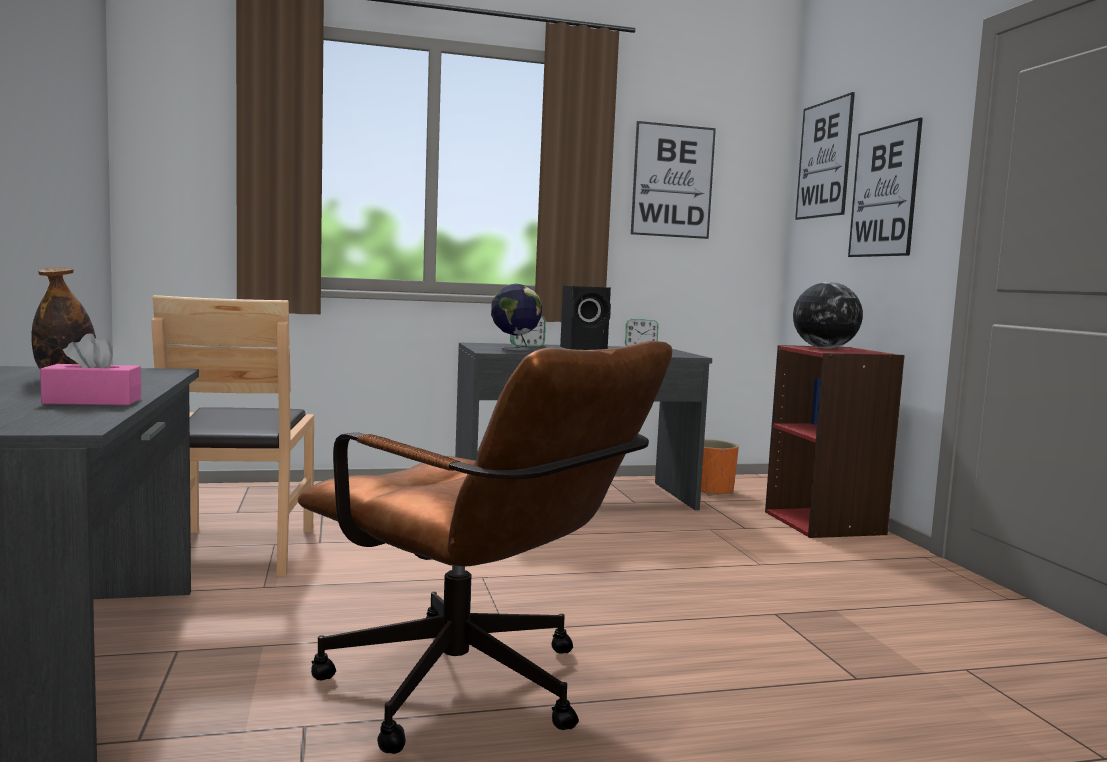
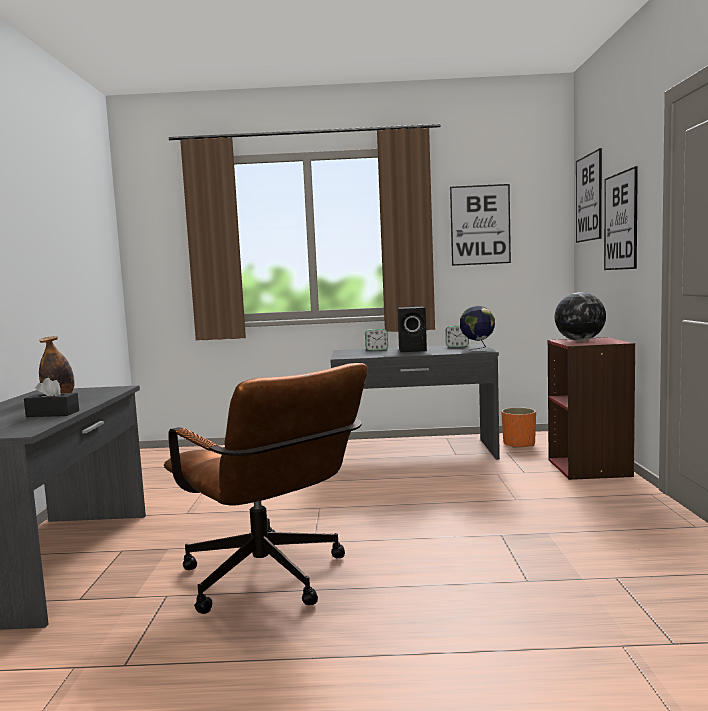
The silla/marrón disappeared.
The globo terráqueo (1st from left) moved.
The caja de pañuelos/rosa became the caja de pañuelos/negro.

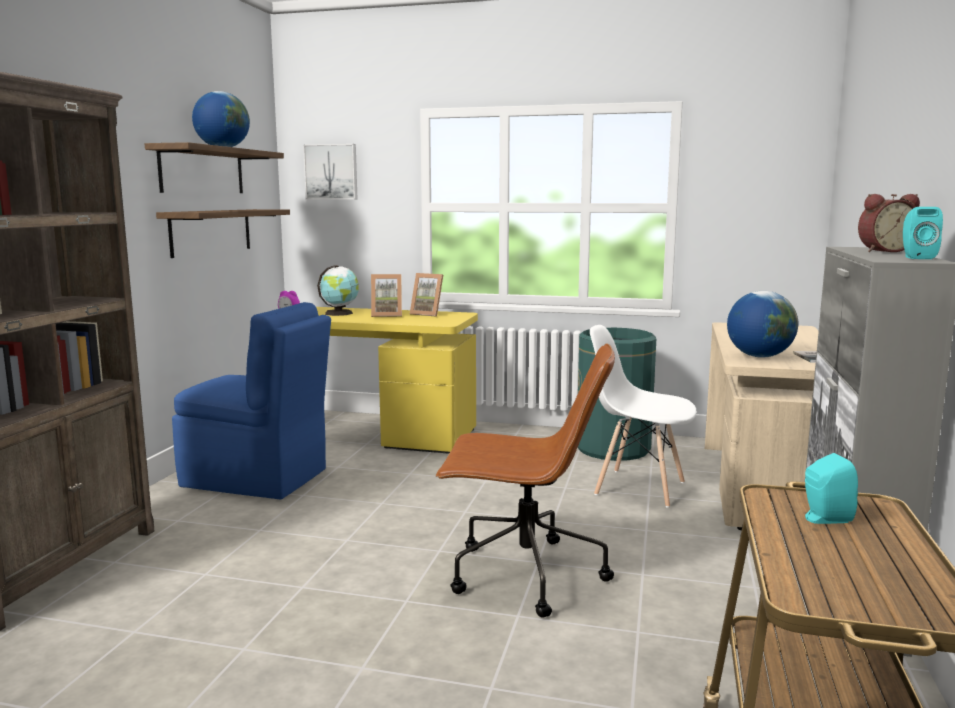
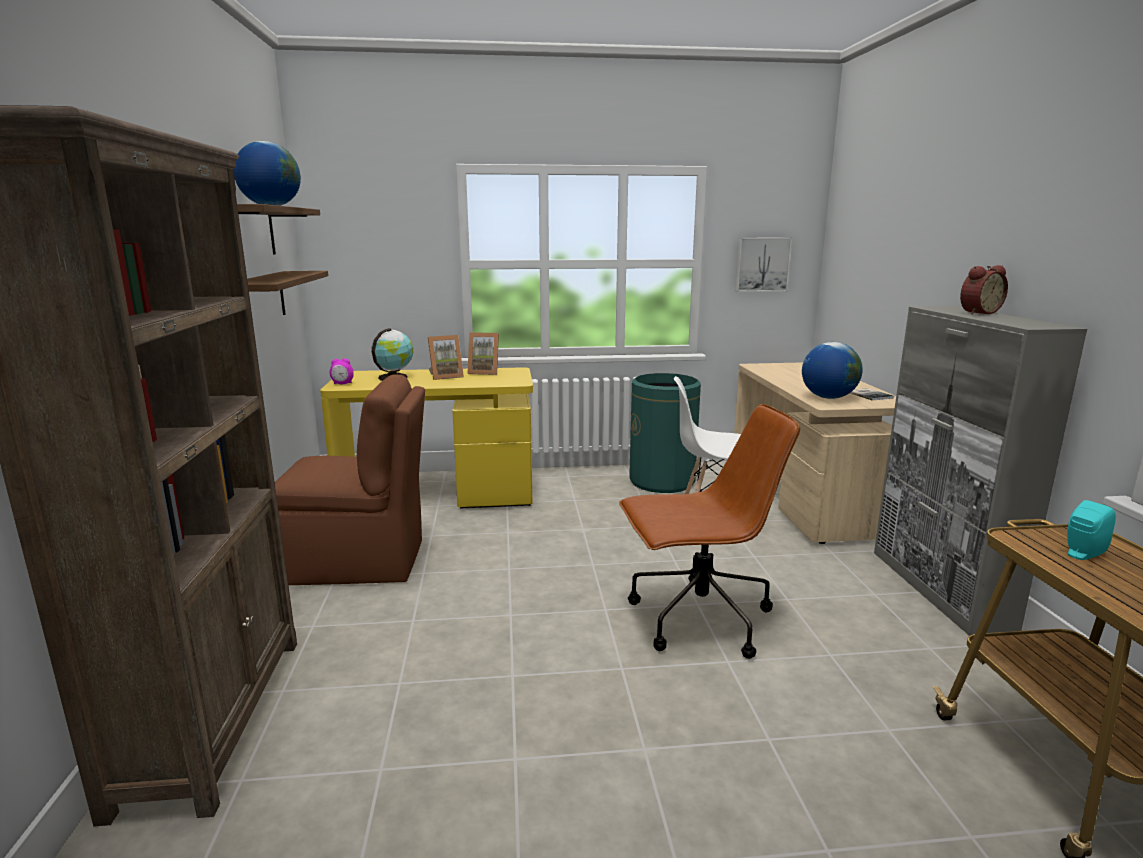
The altavoz/turquesa (2nd from left) disappeared.
The cuadro moved.
The silla/azul became the silla/marrón.

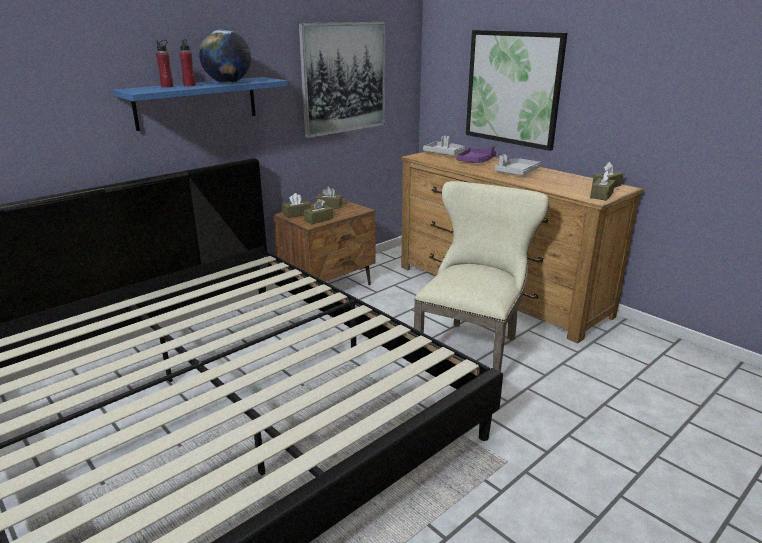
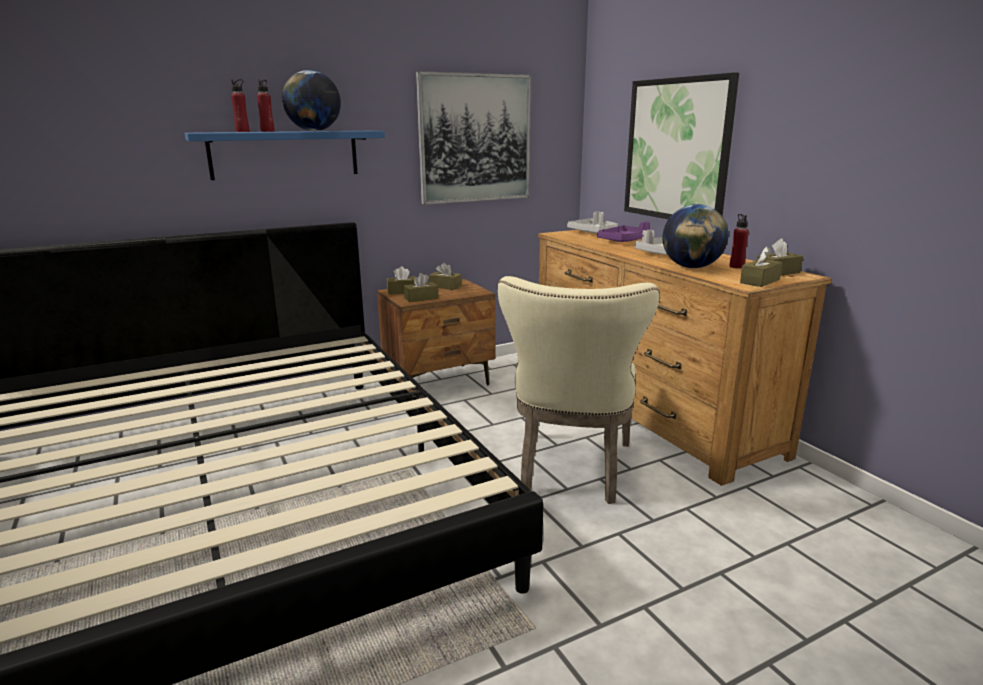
The globo terráqueo (2nd from left) appeared.
The botella/rojo (3rd from left) appeared.
The silla/beis turned 150 degrees clockwise.

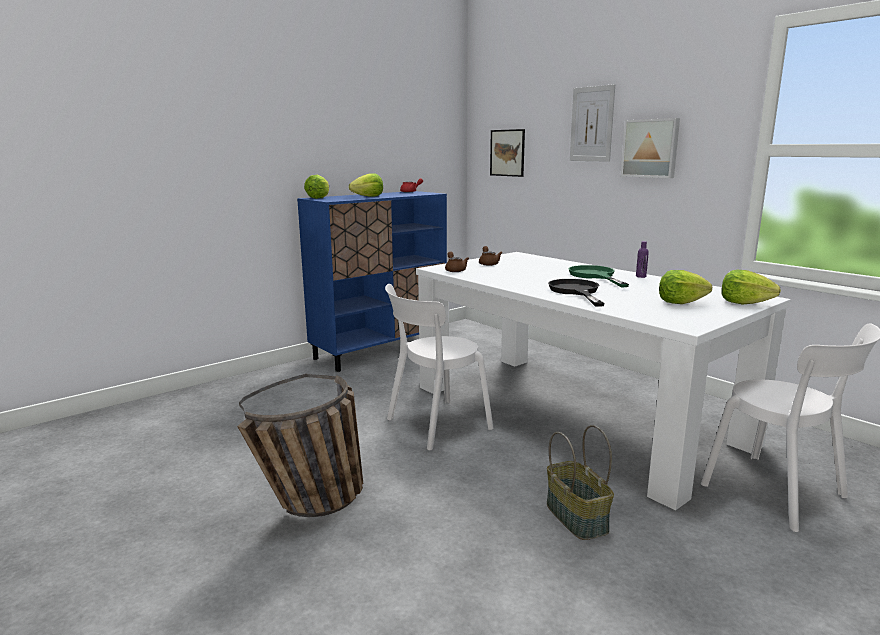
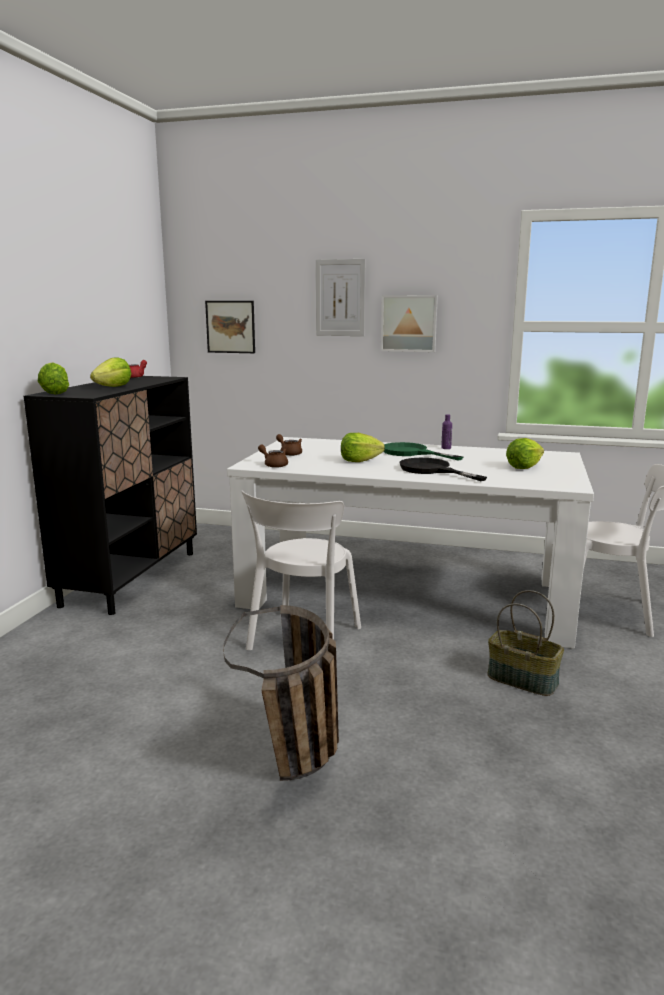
The lechuga (4th from left in the first image) moved.
The armario/azul became the armario/negro.

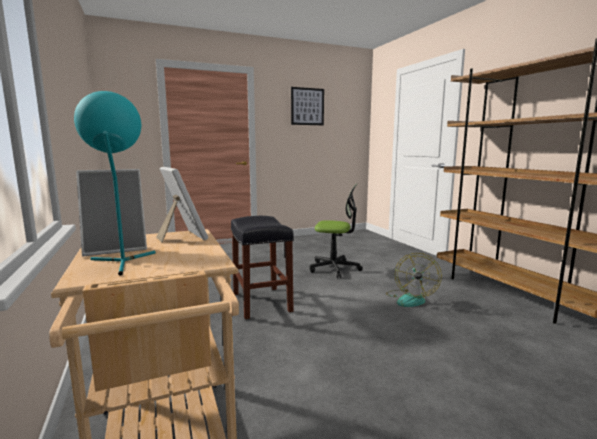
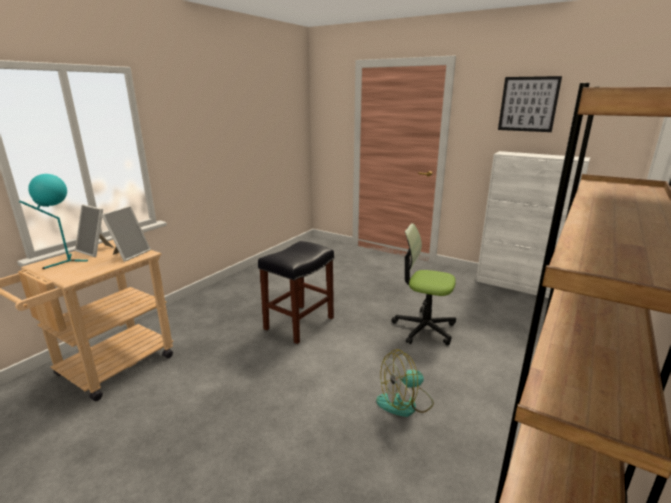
The armario/blanco appeared.
The silla de oficina turned 135 degrees clockwise.

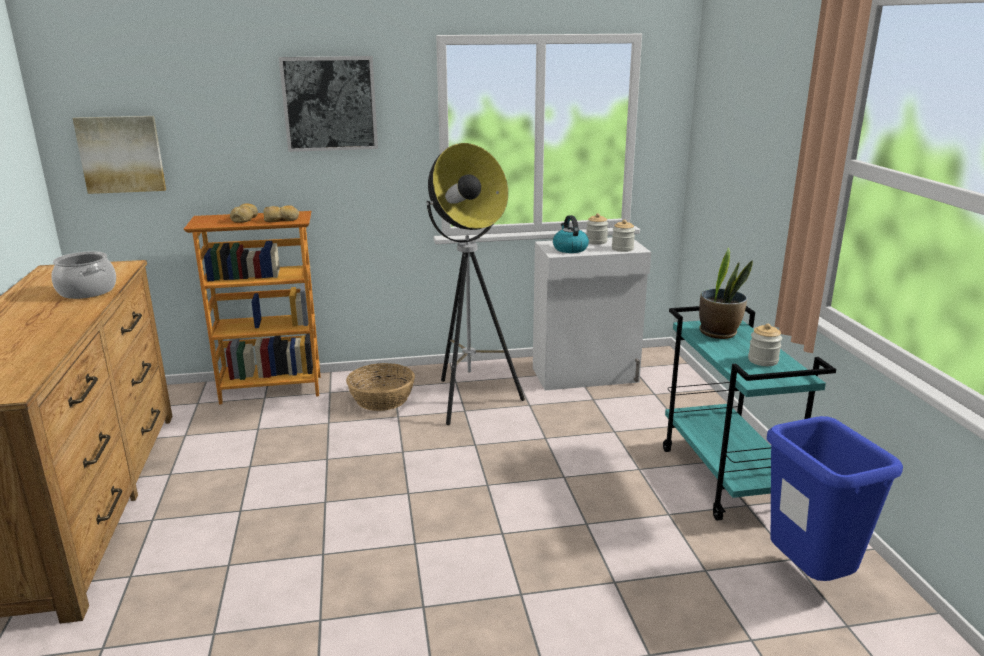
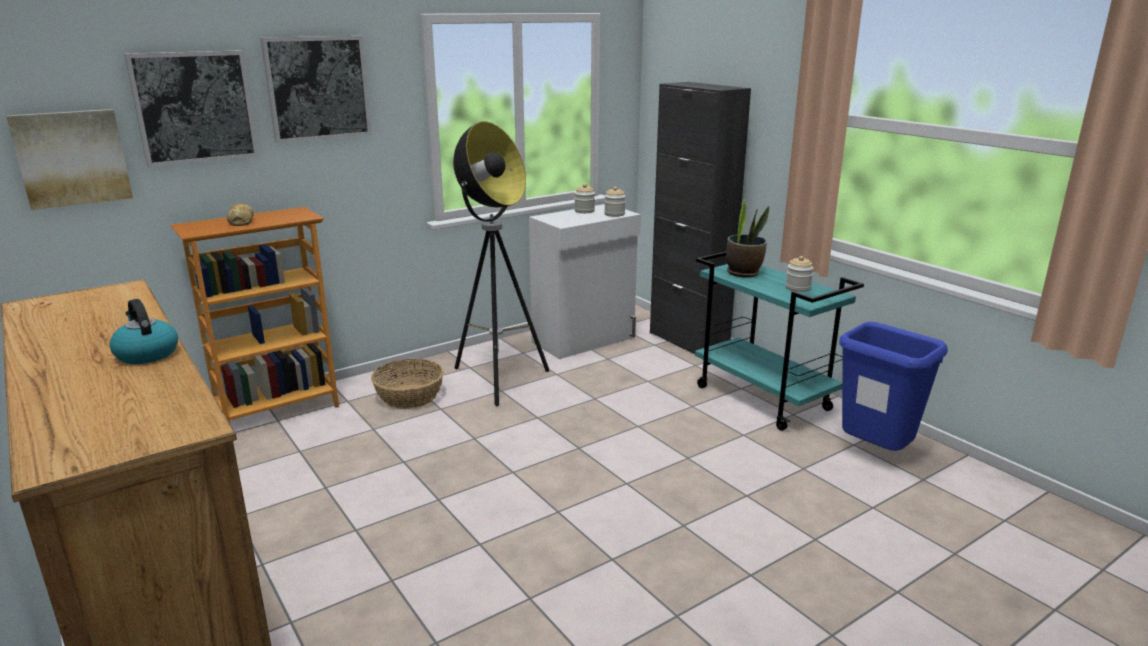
The olla disappeared.
The pan (2nd from left) disappeared.
The cuadro (2nd from left) appeared.
The armario/negro appeared.
The hervidor moved.

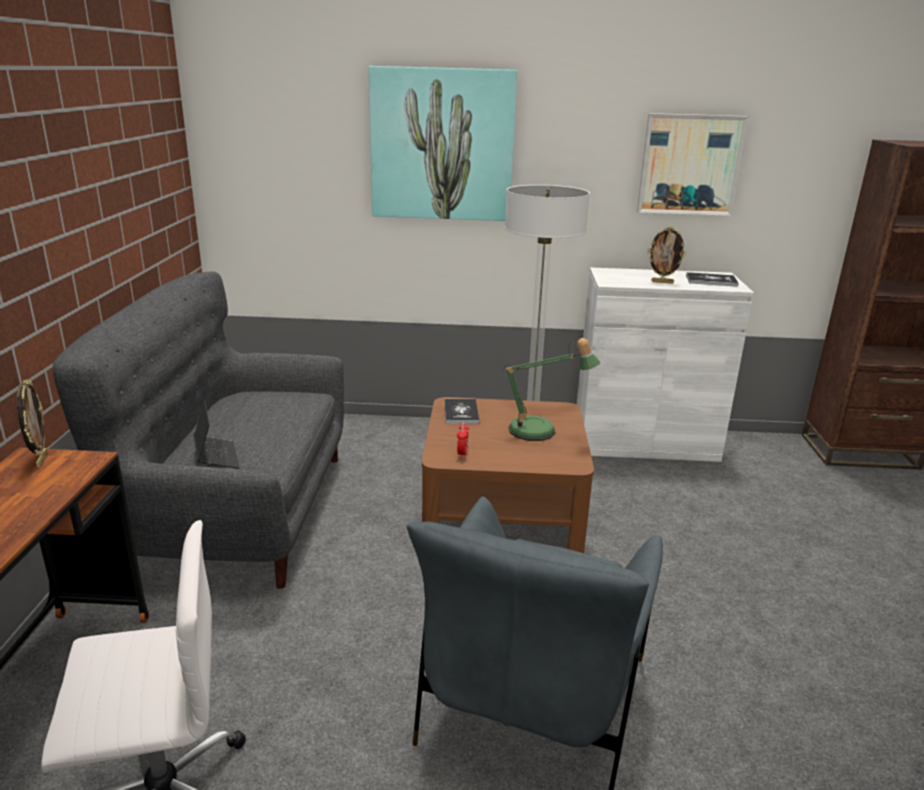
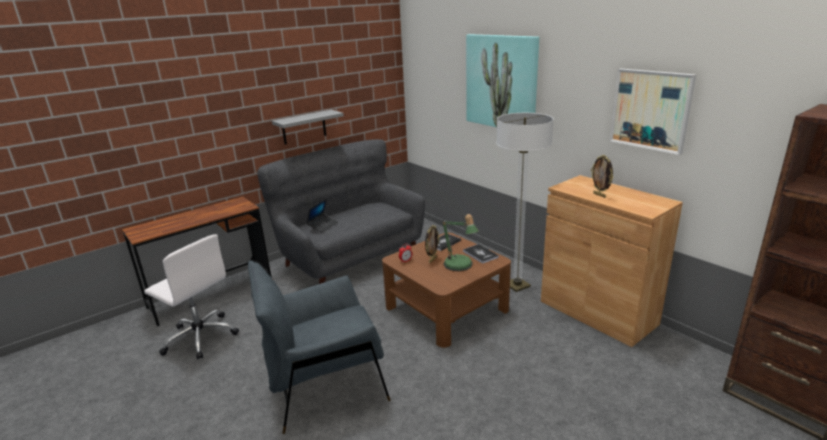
The estante/gris appeared.
The portarretratos (1st from left) moved.
The libro (2nd from left) moved.
The armario/blanco became the armario/marrón.

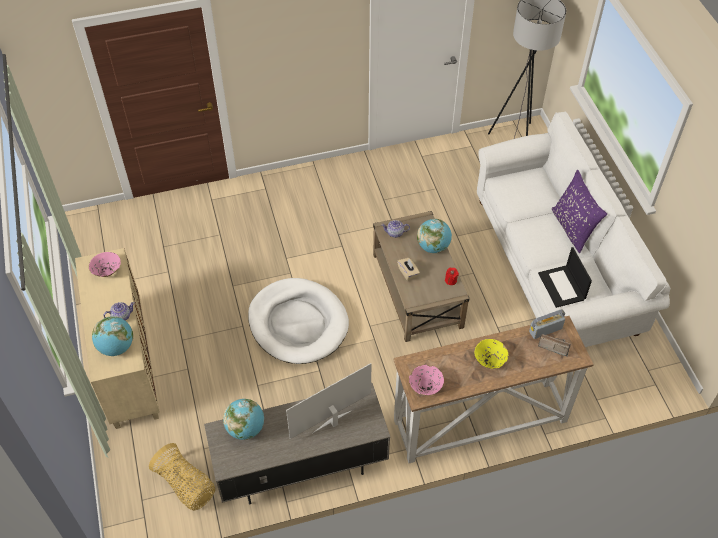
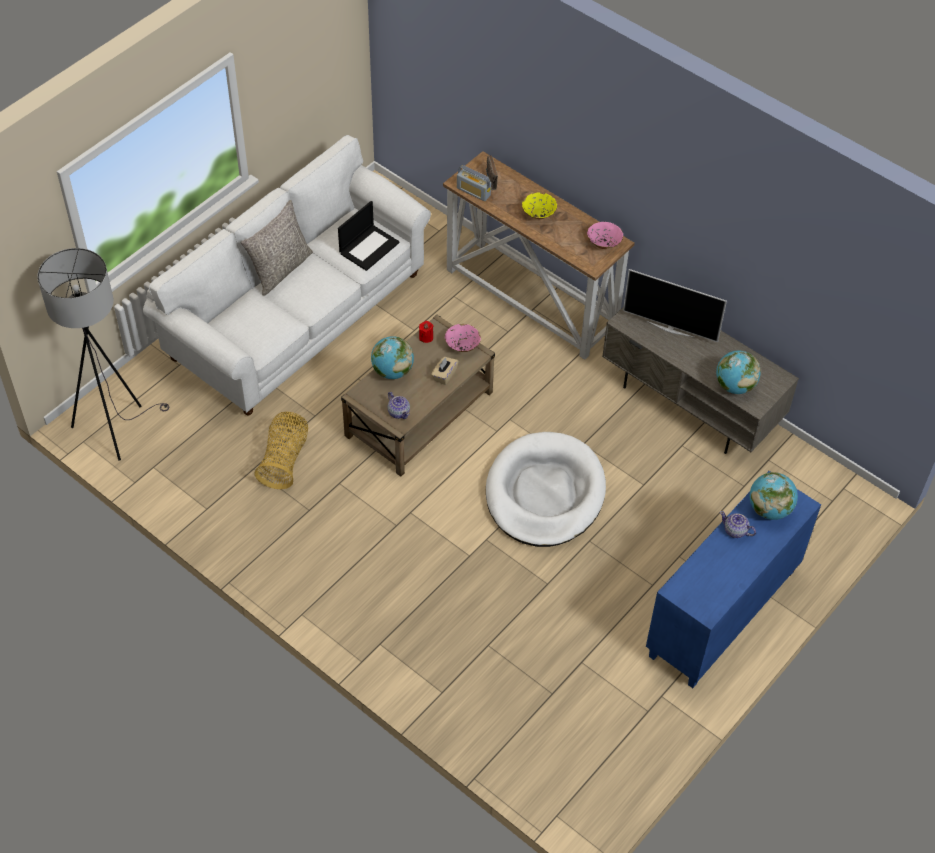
The cuenco/rosa (1st from left) moved.
The cesta moved.
The armario/beis became the armario/azul.
The cojín/morado became the cojín/gris.

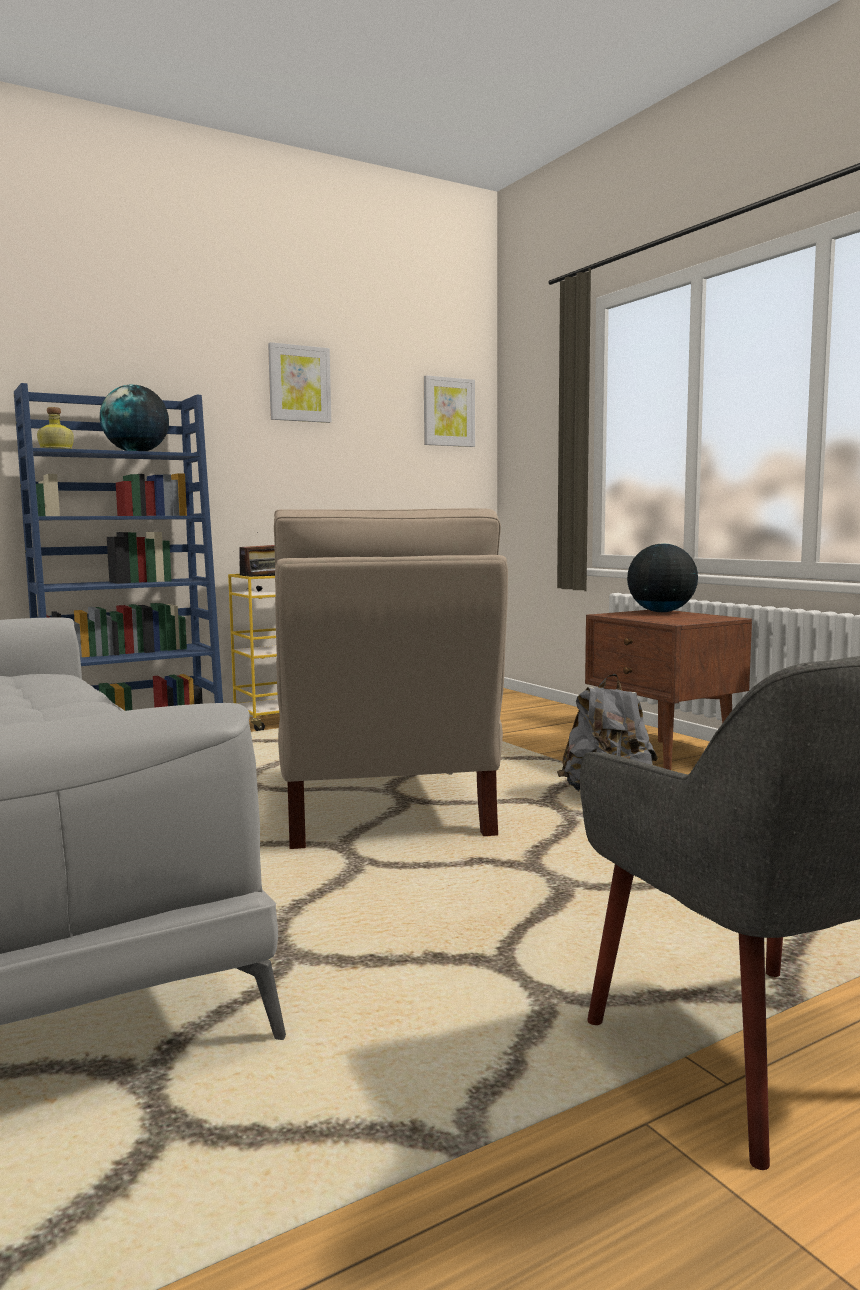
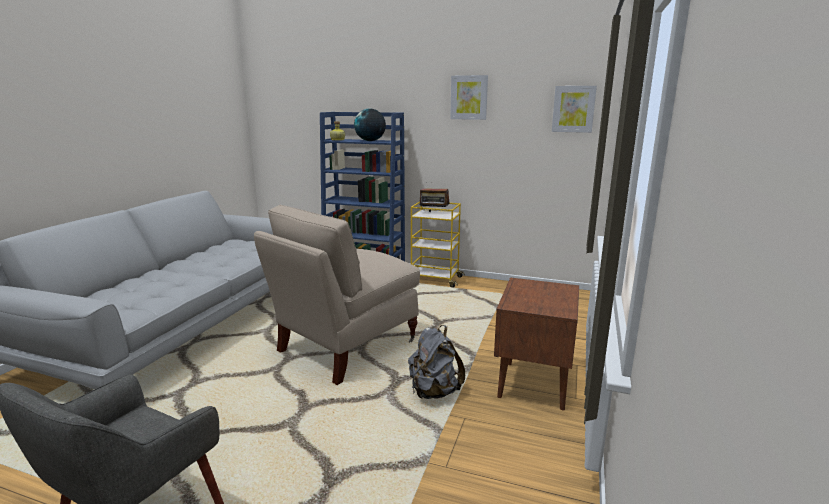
The globo terráqueo (2nd from left) disappeared.

